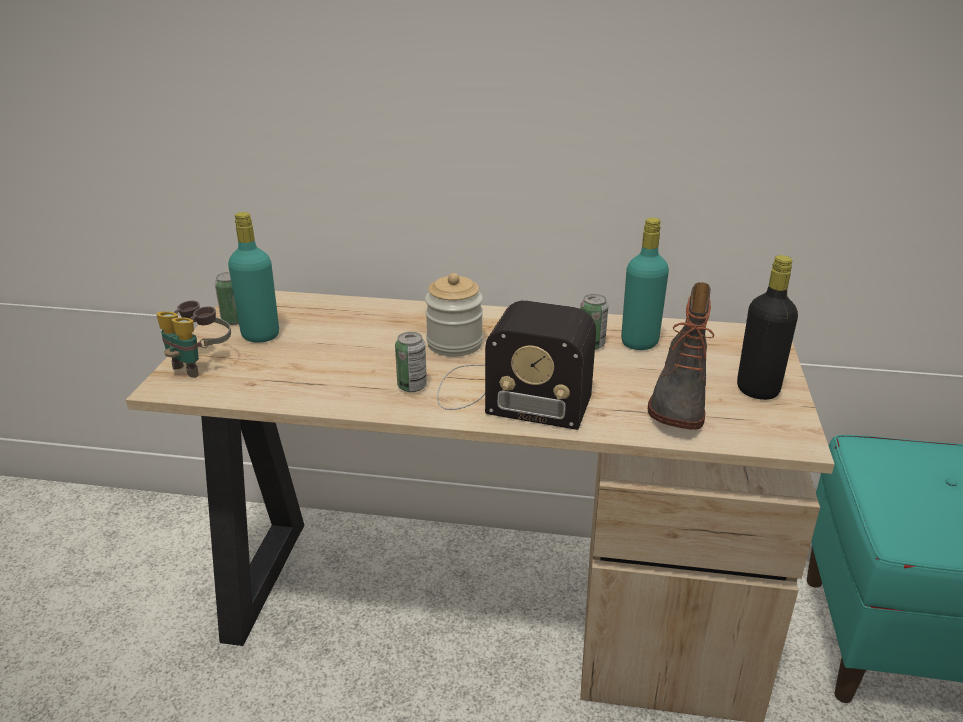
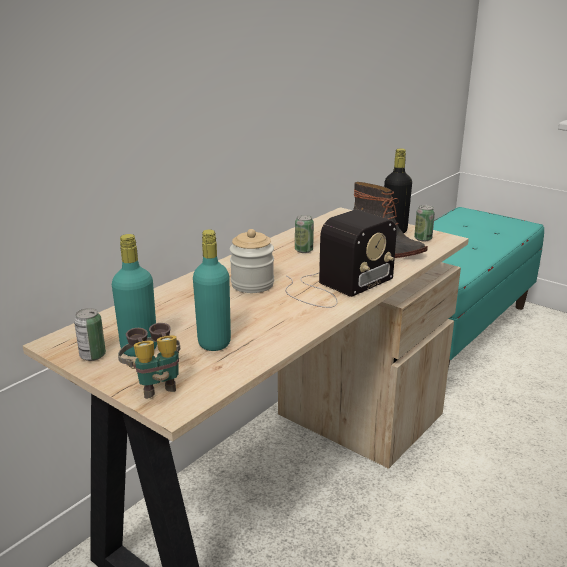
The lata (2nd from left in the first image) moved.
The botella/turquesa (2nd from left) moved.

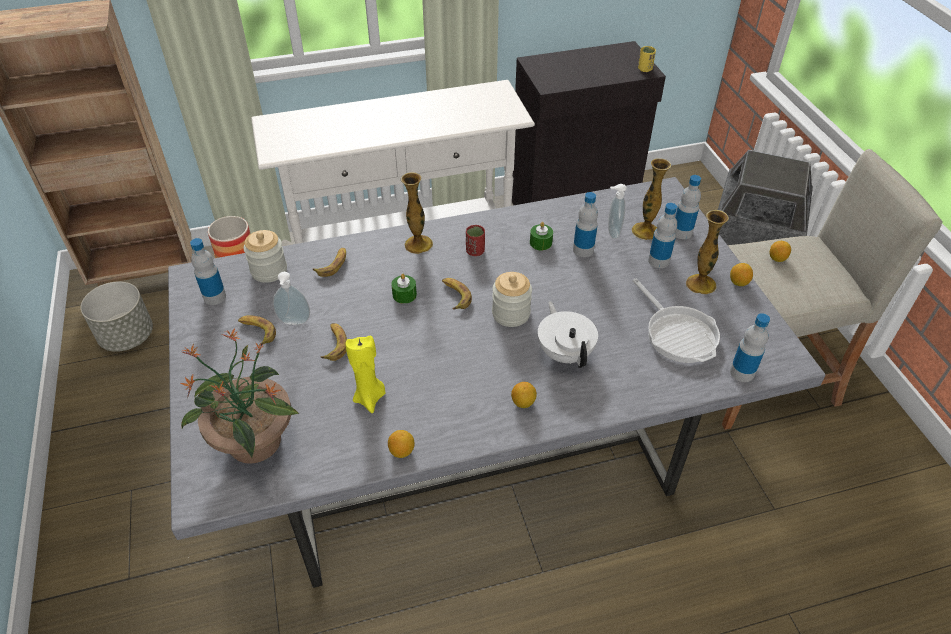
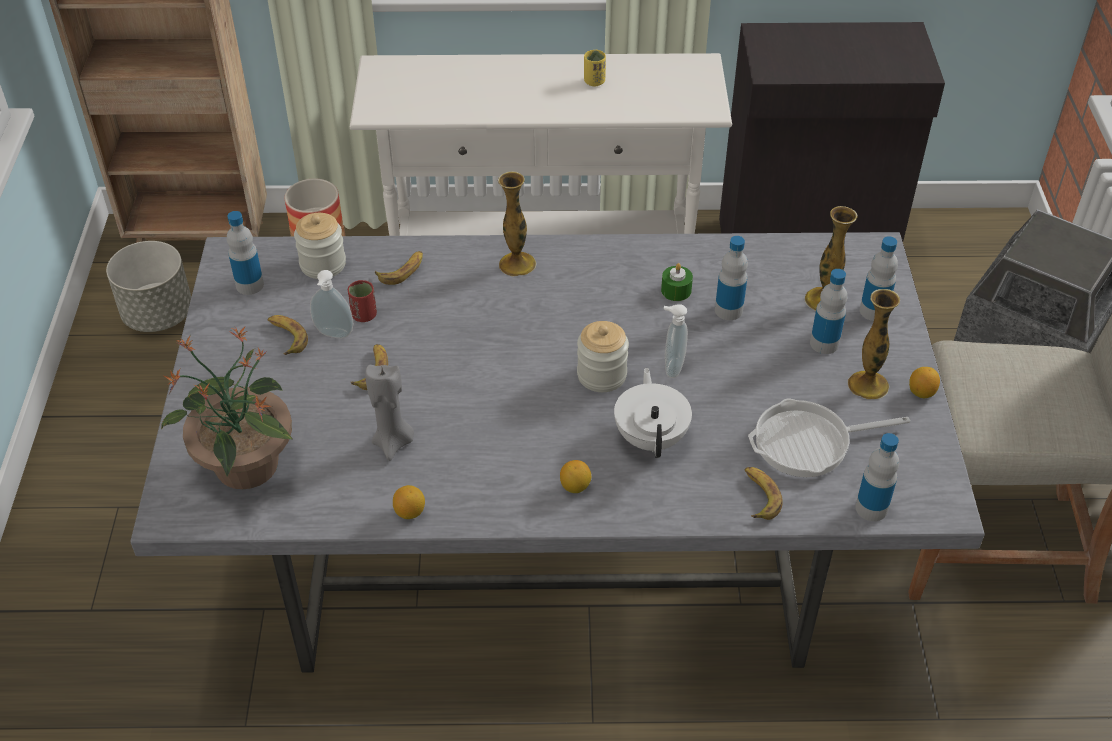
The vela/verde (1st from left) disappeared.
The limón (4th from left) disappeared.
The plátano (4th from left) moved.
The taza/rojo moved.
The dispensador de jabón (2nd from left) moved.
The taza/amarillo moved.
The vela/amarillo became the vela/gris.
The sartén turned 90 degrees clockwise.

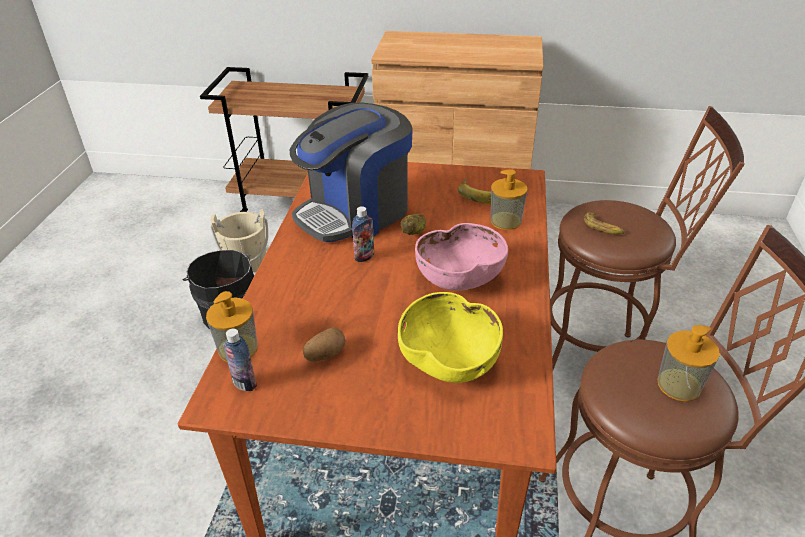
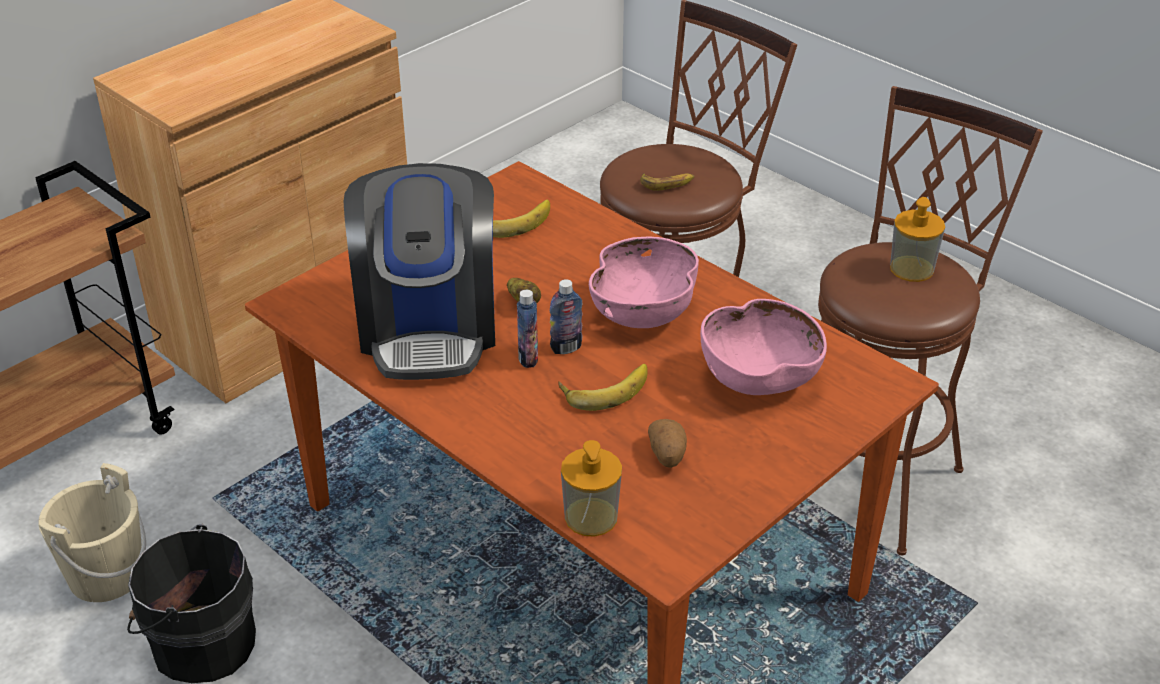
The dispensador de jabón (2nd from left) disappeared.
The plátano (2nd from left) appeared.
The botella (1st from left in the first image) moved.
The cuenco/amarillo became the cuenco/rosa (2nd from left).

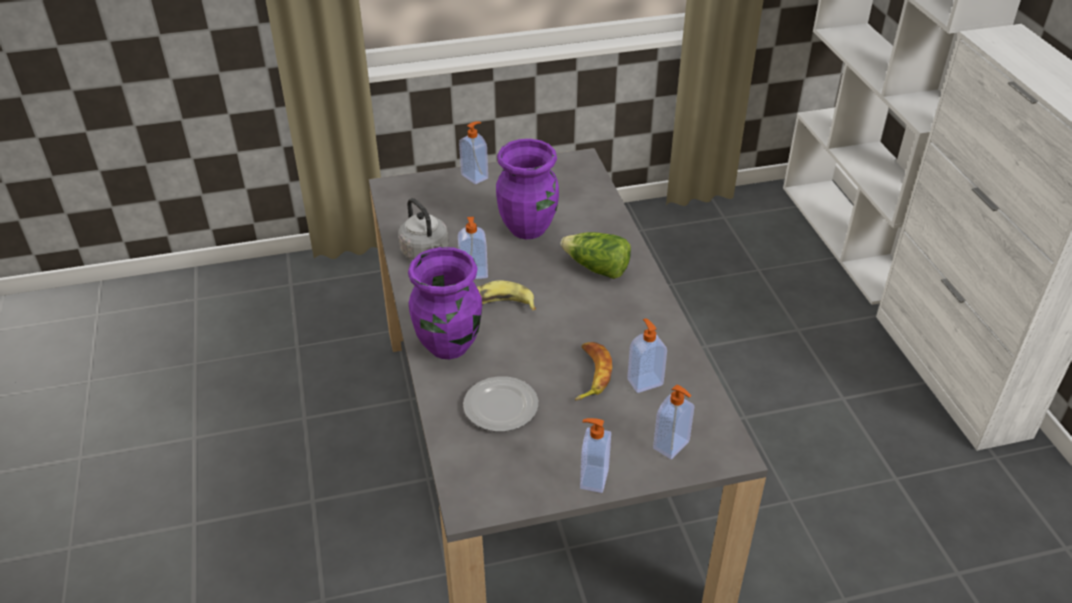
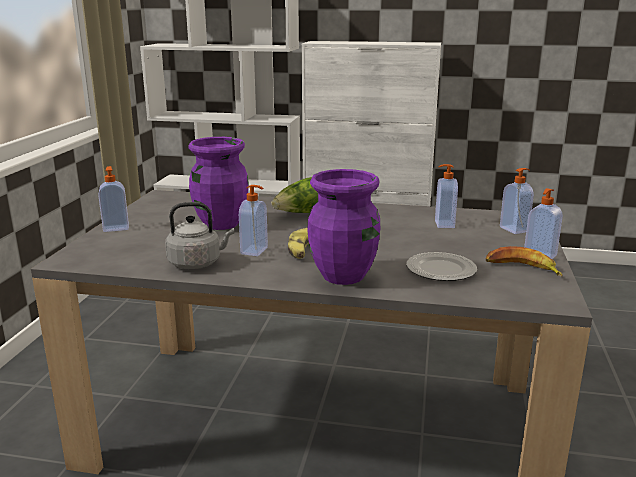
The plátano (2nd from left) moved.

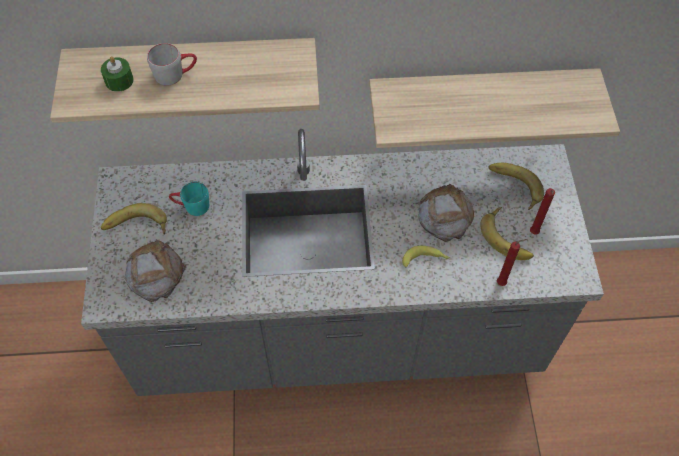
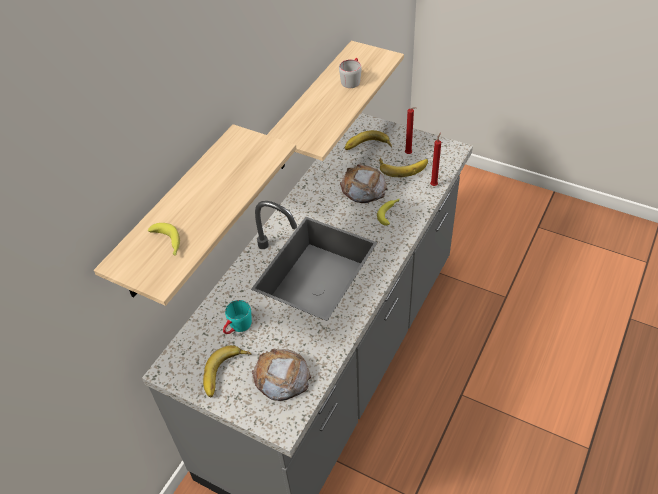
The taza grande/gris moved.
The vela/verde was replaced by the plátano (1st from left).

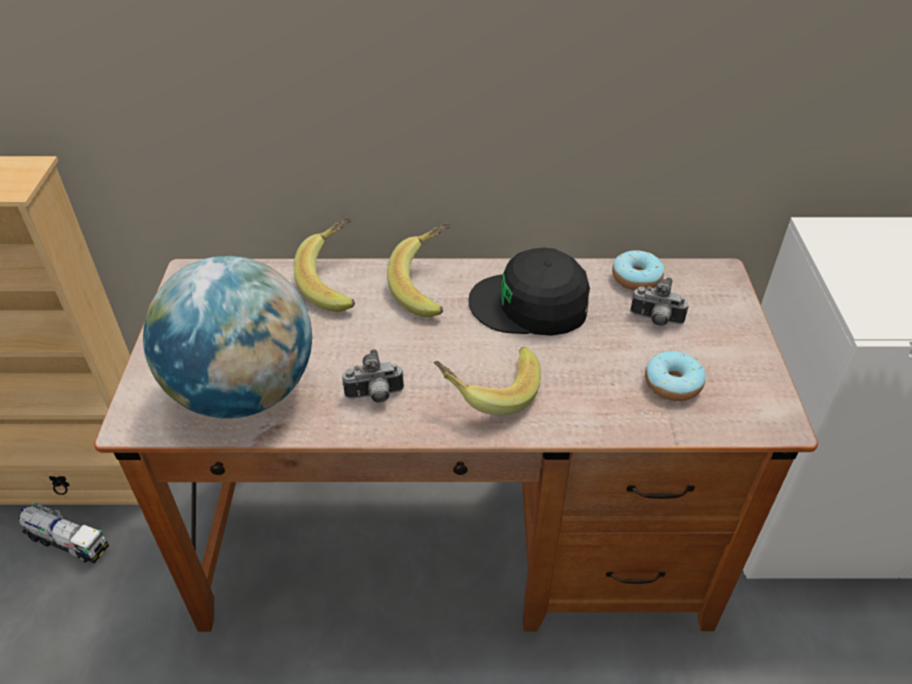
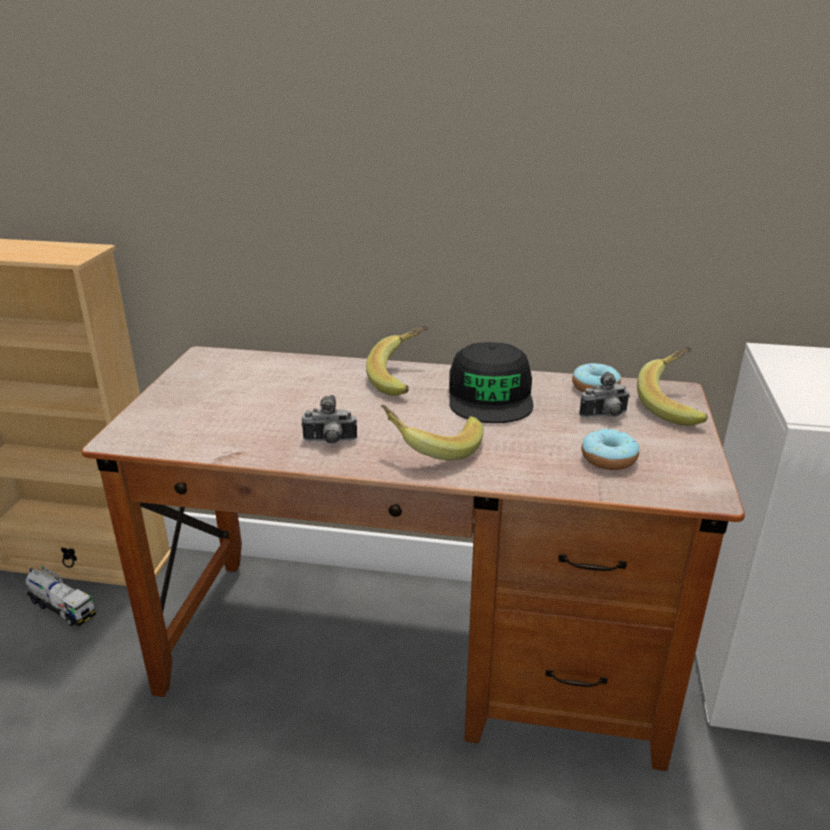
The globo terráqueo disappeared.
The plátano (1st from left in the first image) moved.
The gorra/negro turned 105 degrees counterclockwise.
The cámara (2nd from left) turned 45 degrees counterclockwise.

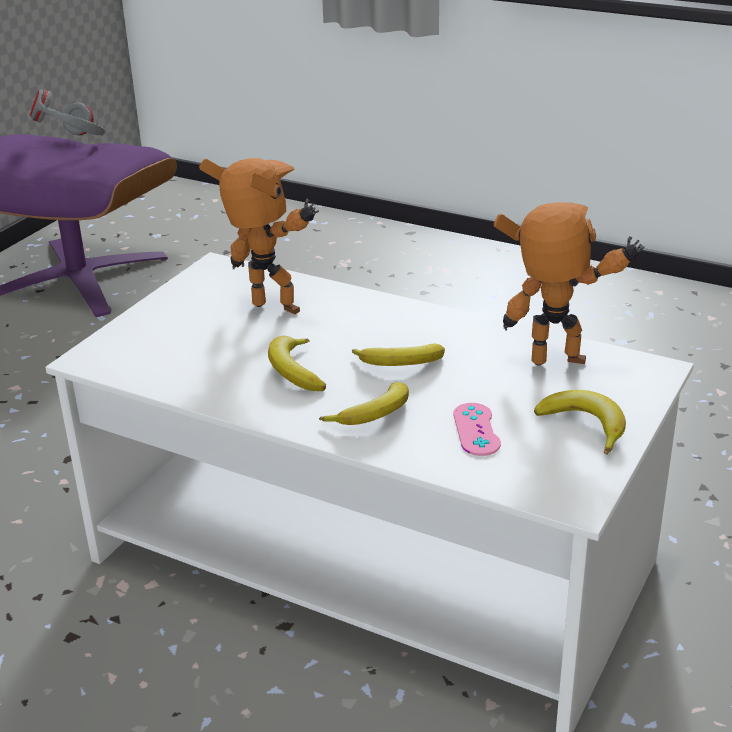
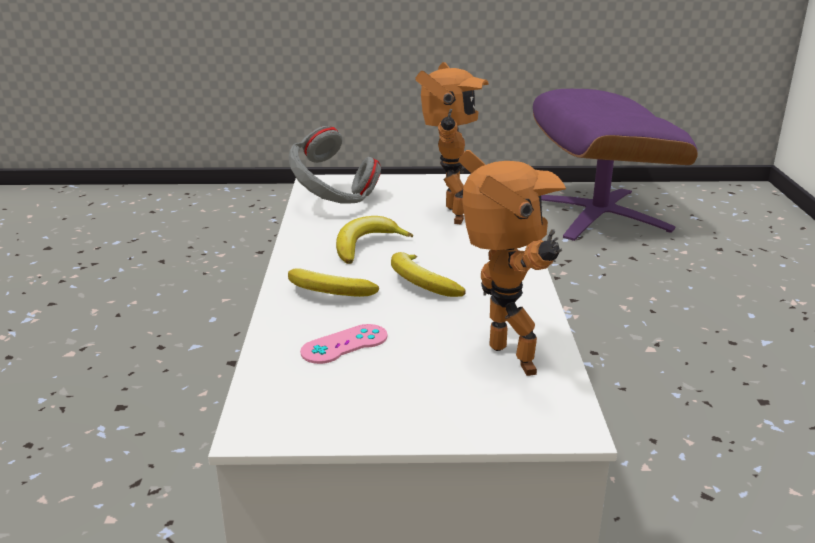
The plátano (4th from left) disappeared.
The auriculares/gris moved.

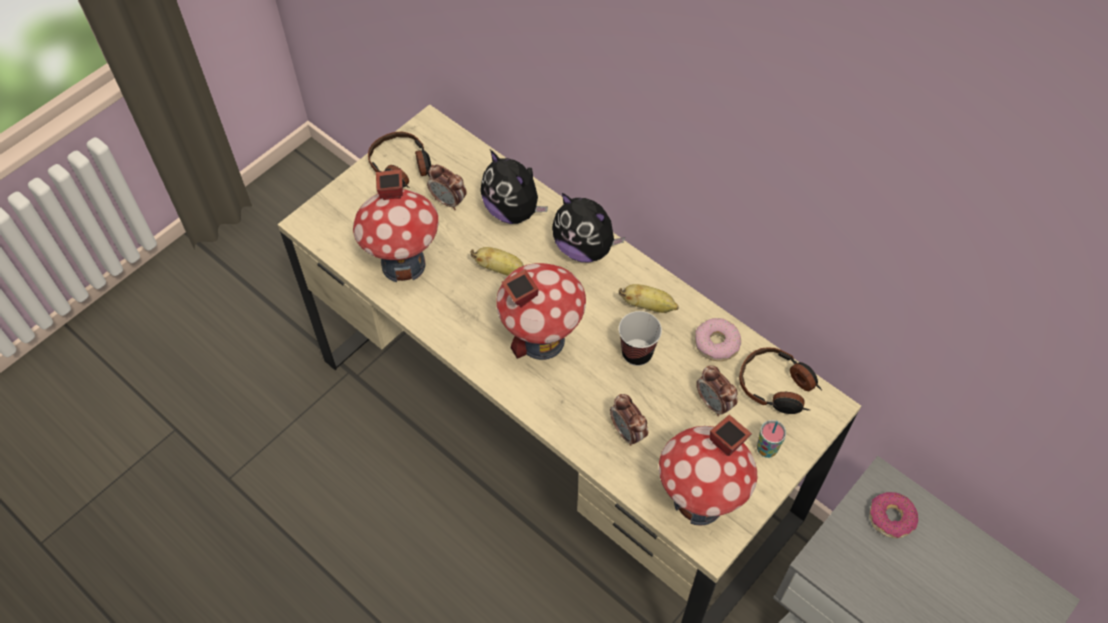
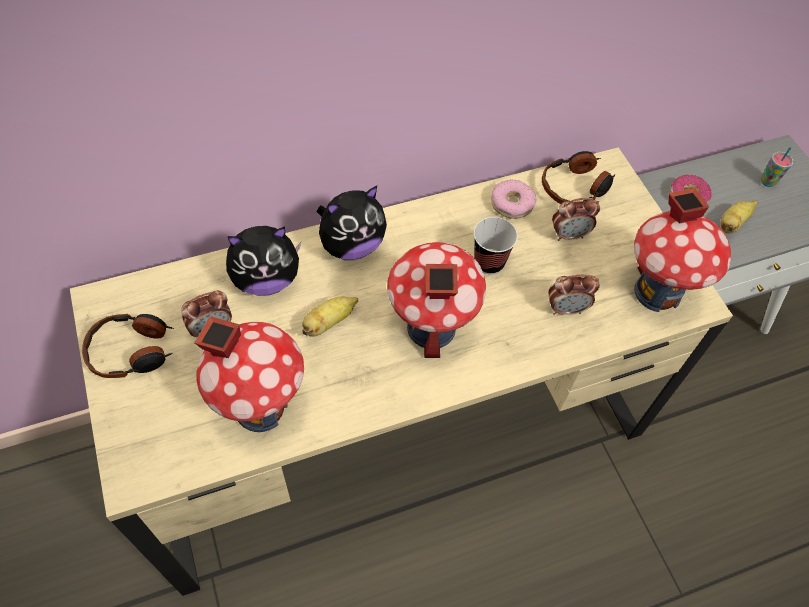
The plátano (2nd from left) moved.
The taza (2nd from left) moved.

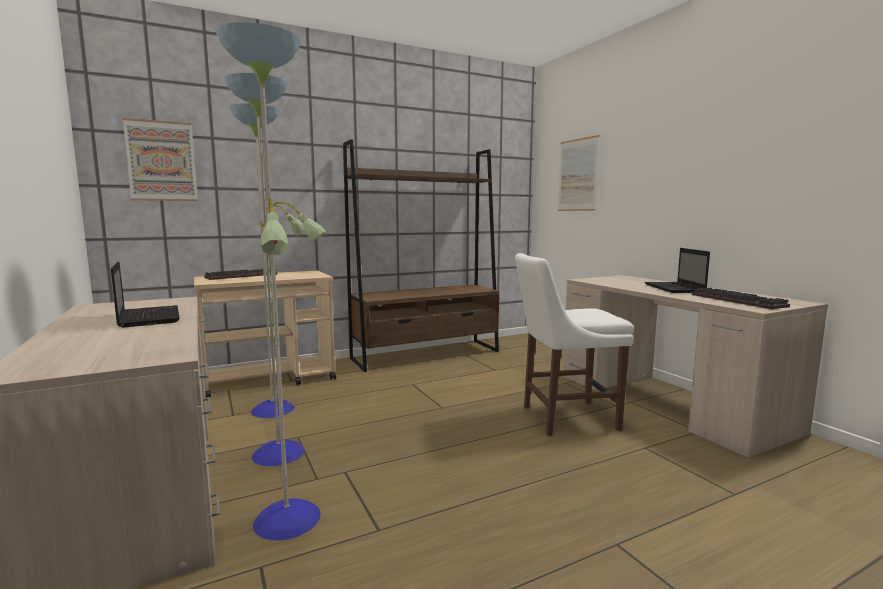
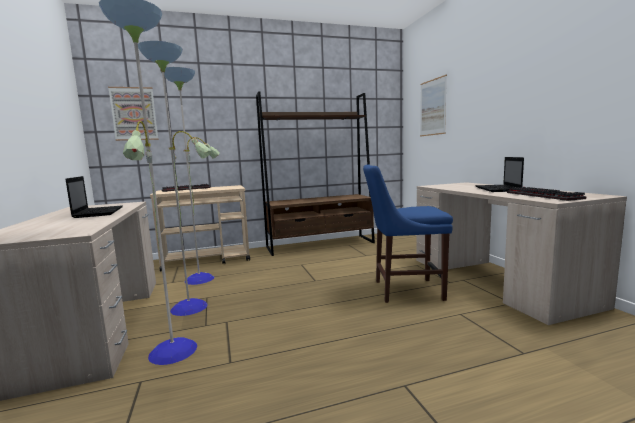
The silla/blanco became the silla/azul.

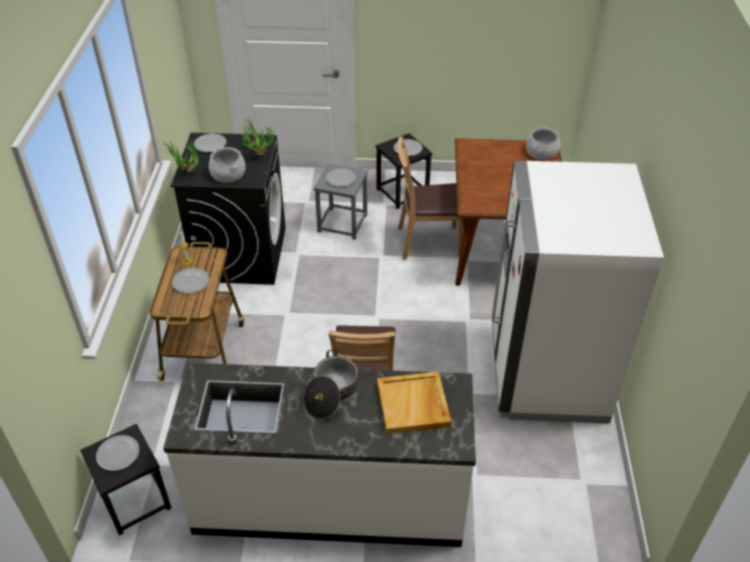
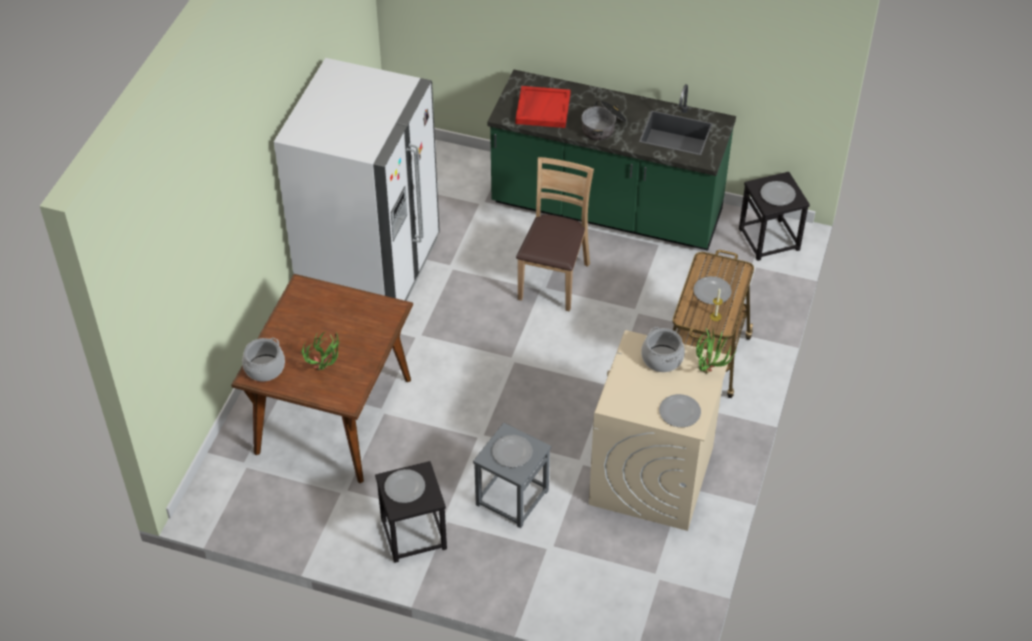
The silla/marrón (2nd from left) disappeared.
The planta en maceta (2nd from left in the first image) moved.
The mueble bajo de cocina/blanco became the mueble bajo de cocina/verde.
The lavadora/negro became the lavadora/beis.
The bandeja/beis became the bandeja/rojo.

